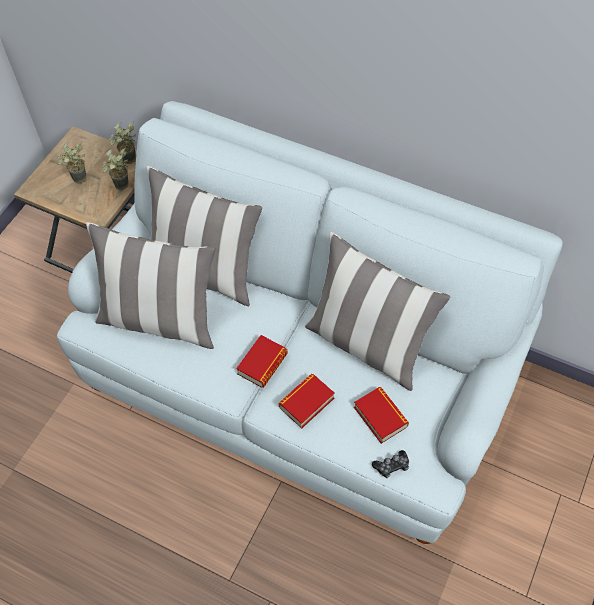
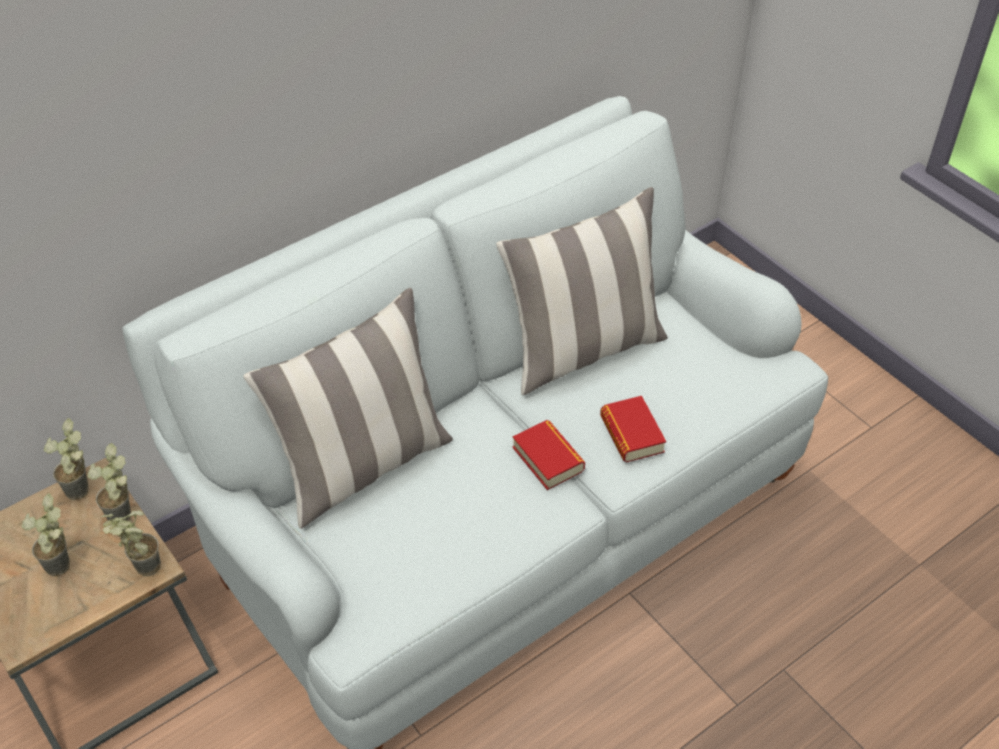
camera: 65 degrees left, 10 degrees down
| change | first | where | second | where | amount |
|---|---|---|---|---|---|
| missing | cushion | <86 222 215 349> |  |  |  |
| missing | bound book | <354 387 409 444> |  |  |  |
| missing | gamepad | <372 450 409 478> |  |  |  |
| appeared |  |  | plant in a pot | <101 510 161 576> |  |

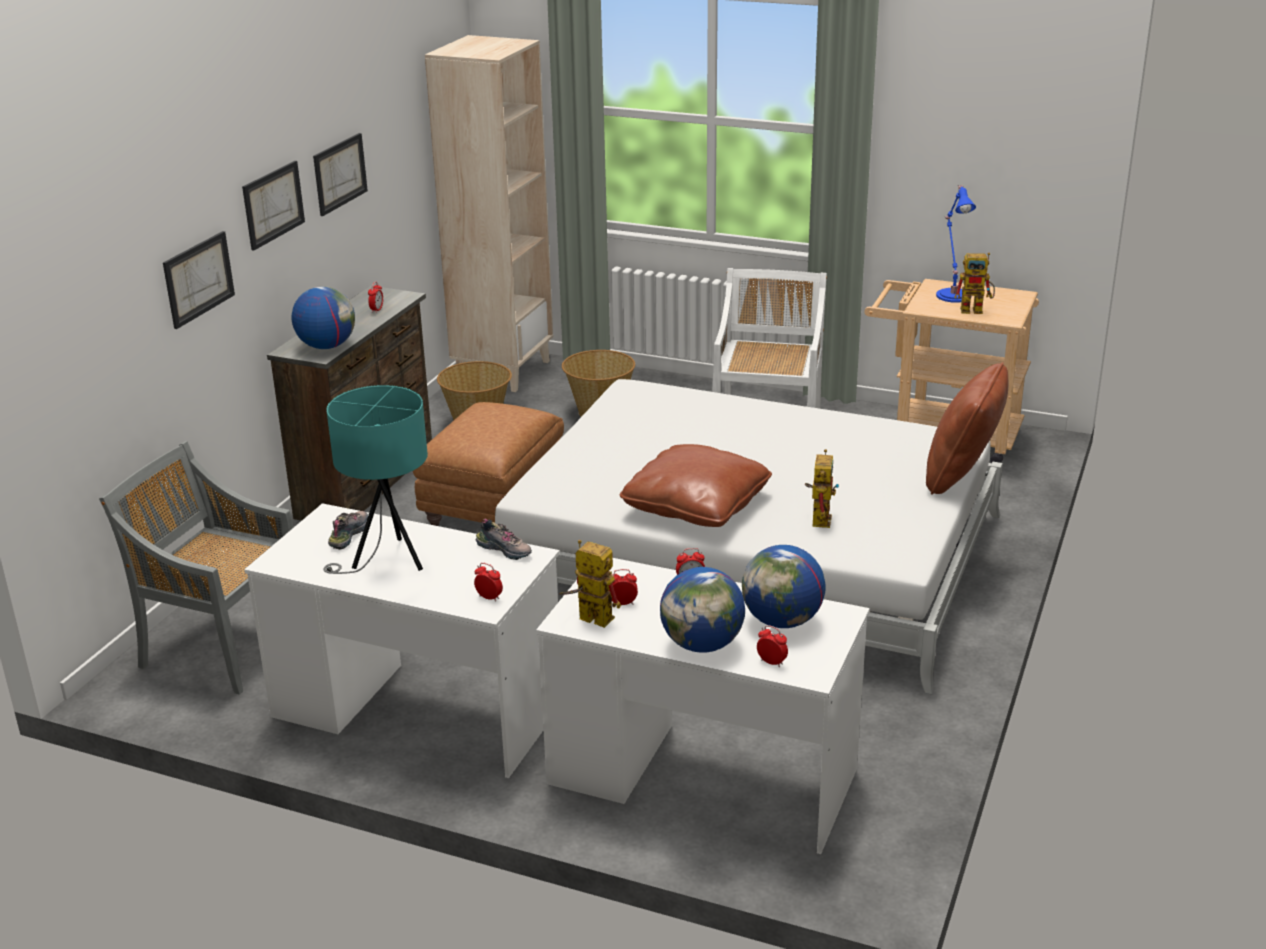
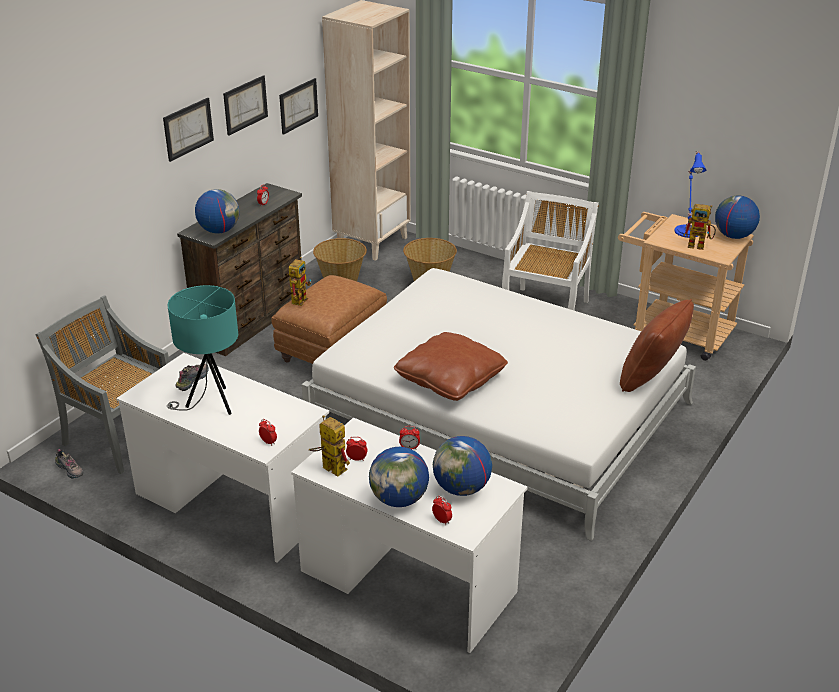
camera: 10 degrees right, 5 degrees up
| change | first | where | second | where | amount |
|---|---|---|---|---|---|
| appeared |  |  | globe | <715 196 760 239> |  |
| relocated | picture | <163 231 235 329> |  | <279 78 318 135> |  |
| relocated | shoe | <475 519 532 560> |  | <55 449 83 479> |  |
| relocated | robot figure | <805 449 839 528> |  | <289 257 311 306> |  |

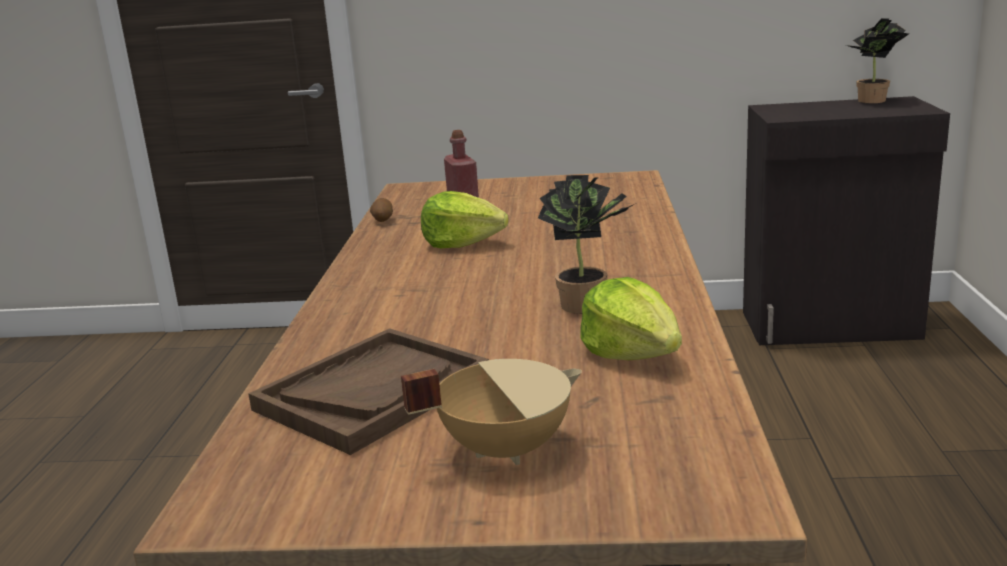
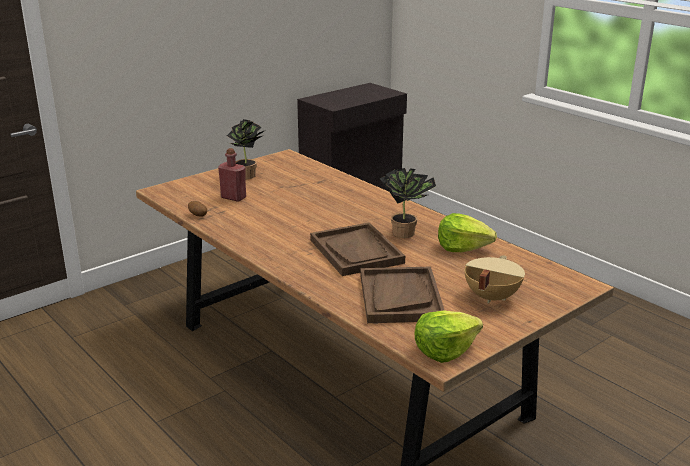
camera: 45 degrees left, 5 degrees up
| change | first | where | second | where | amount |
|---|---|---|---|---|---|
| appeared |  |  | brown-coloured carrying tray | <310 223 405 276> |  |
| relocated | lettuce head | <421 191 509 248> |  | <415 311 483 363> |  |
| relocated | plant in a pot | <846 18 909 103> |  | <227 119 264 179> |  |

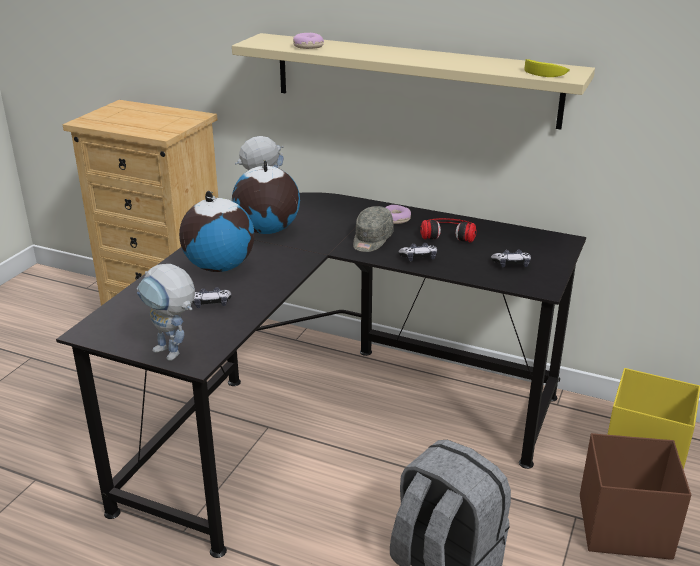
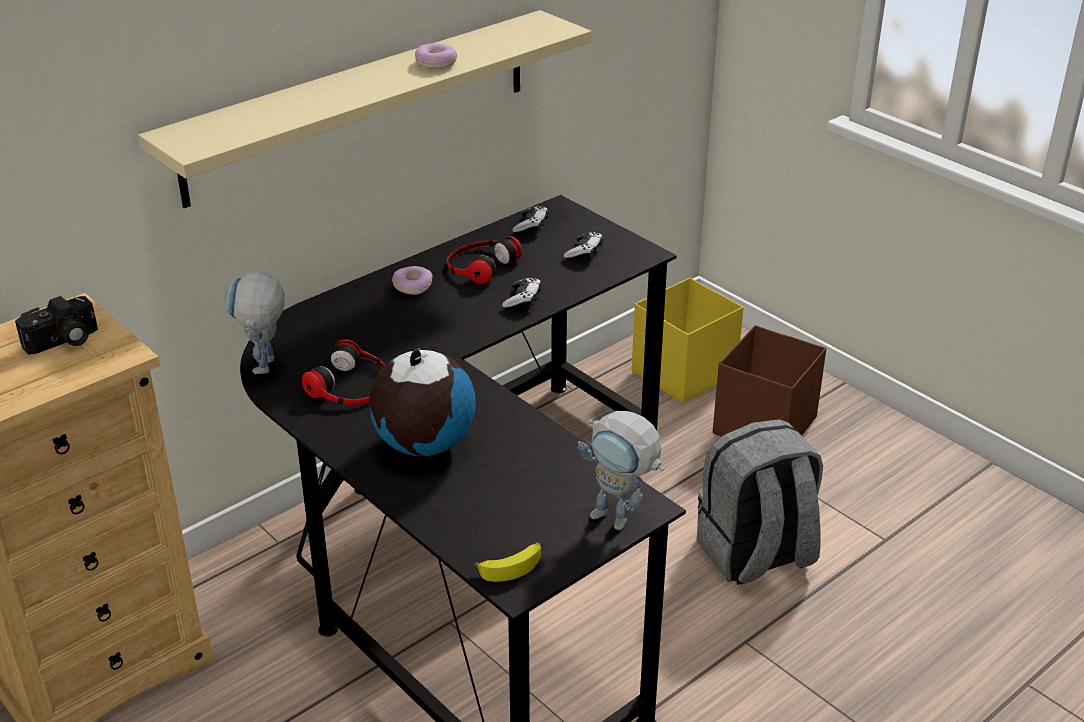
camera: 65 degrees left, 5 degrees up
| change | first | where | second | where | amount |
|---|---|---|---|---|---|
| missing | greyish peaked cap | <353 206 394 252> |  |  |  |
| appeared |  |  | still camera | <15 296 98 355> |  |
| relocated | gamepad | <193 287 232 308> |  | <512 206 548 235> |  |
| relocated | donut | <293 33 324 49> |  | <415 43 458 69> |  |
| relocated | banana fruit | <525 59 570 77> |  | <474 543 541 582> |  |
| exchanged | globe | <232 160 300 234> | pair of headphones | <302 339 385 405> |  |
| spun | robot figure | <136 264 195 361> |  | <577 411 664 530> | 60 degrees clockwise |

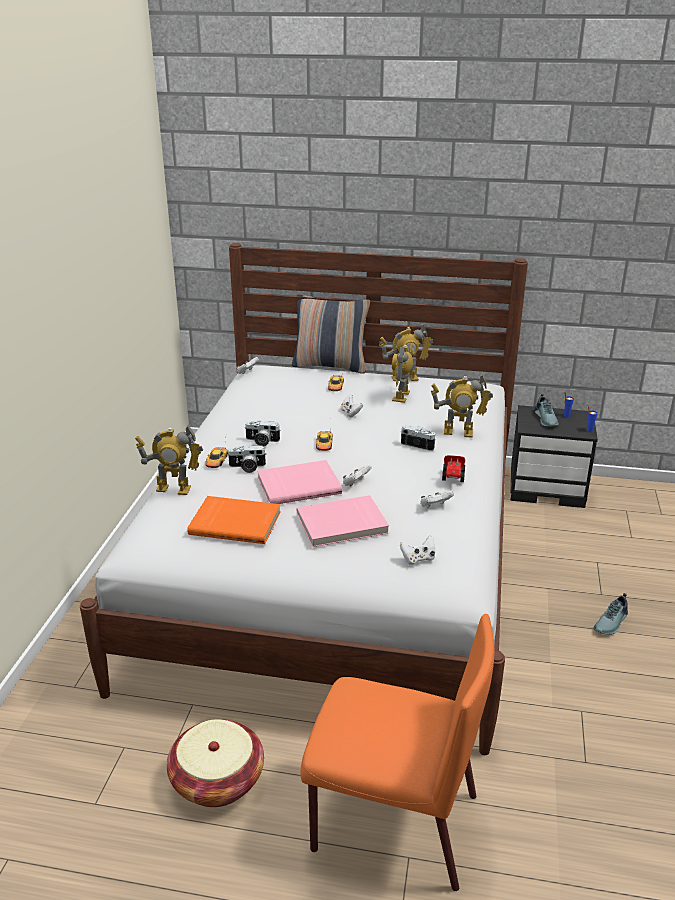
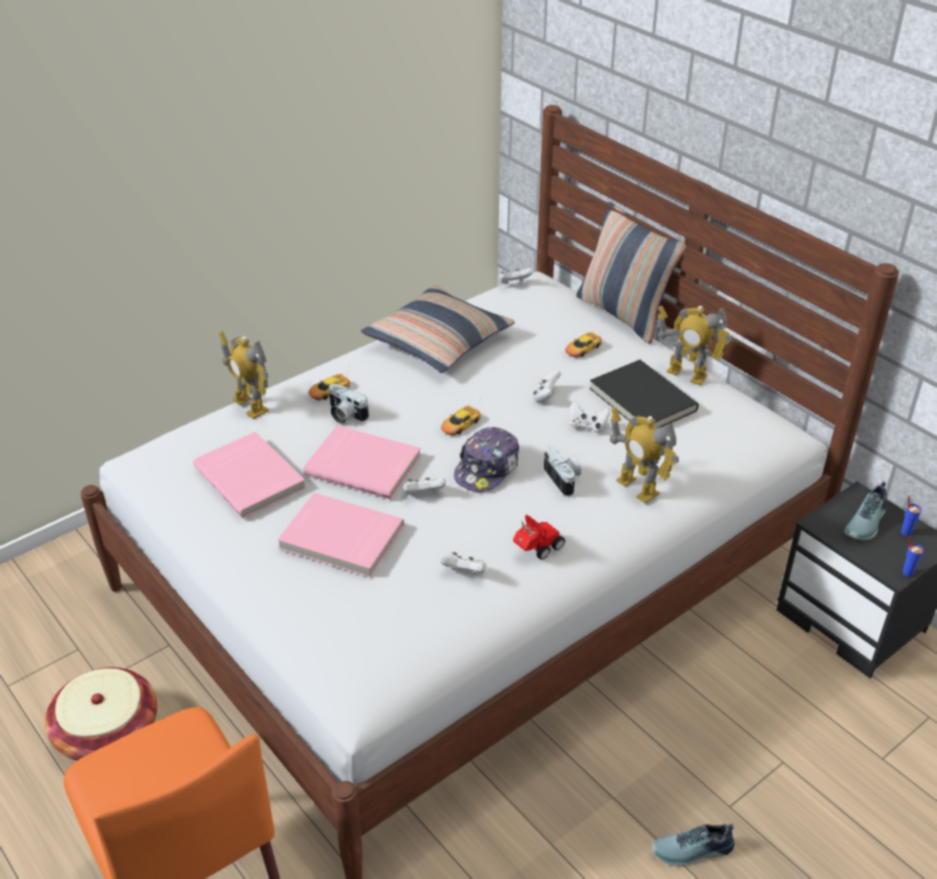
camera: 40 degrees right, 10 degrees up
| change | first | where | second | where | amount |
|---|---|---|---|---|---|
| missing | still camera | <244 421 281 447> |  |  |  |
| appeared |  |  | cushion | <361 285 515 373> |  |
| appeared |  |  | peaked cap | <454 427 519 492> |  |
| relocated | whitish gamepad | <400 535 435 565> |  | <570 401 610 433> |  |
| exchanged | robot figure | <392 343 413 403> | black-coloured bound book | <589 360 699 428> |  |
| colour | orangey bound book | <187 496 281 544> | pink bound book | <193 432 306 518> |  |

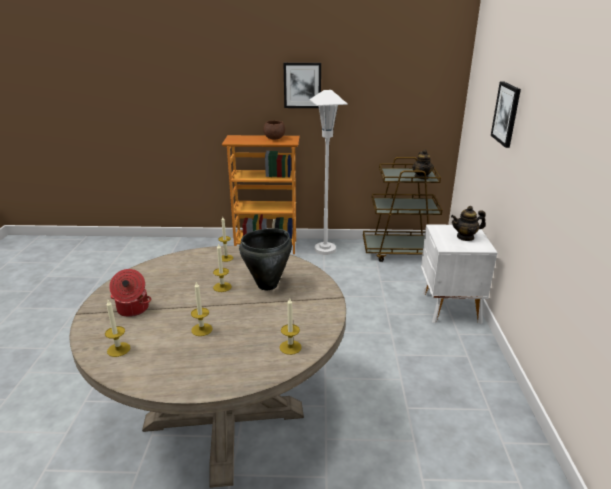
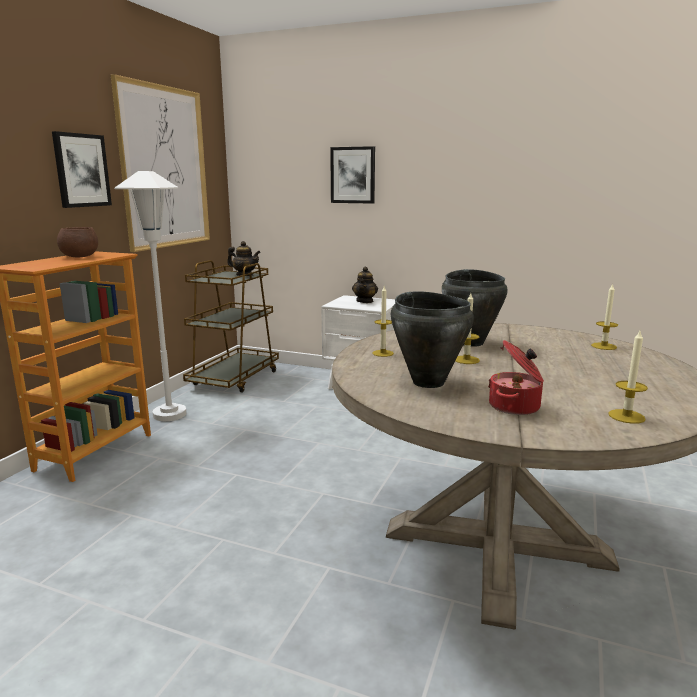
camera: 70 degrees left, 10 degrees down
| change | first | where | second | where | amount |
|---|---|---|---|---|---|
| missing | wax candle | <191 282 213 336> |  |  |  |
| appeared |  |  | picture | <111 74 210 252> |  |
| appeared |  |  | black-coloured stockpot | <391 291 474 388> |  |

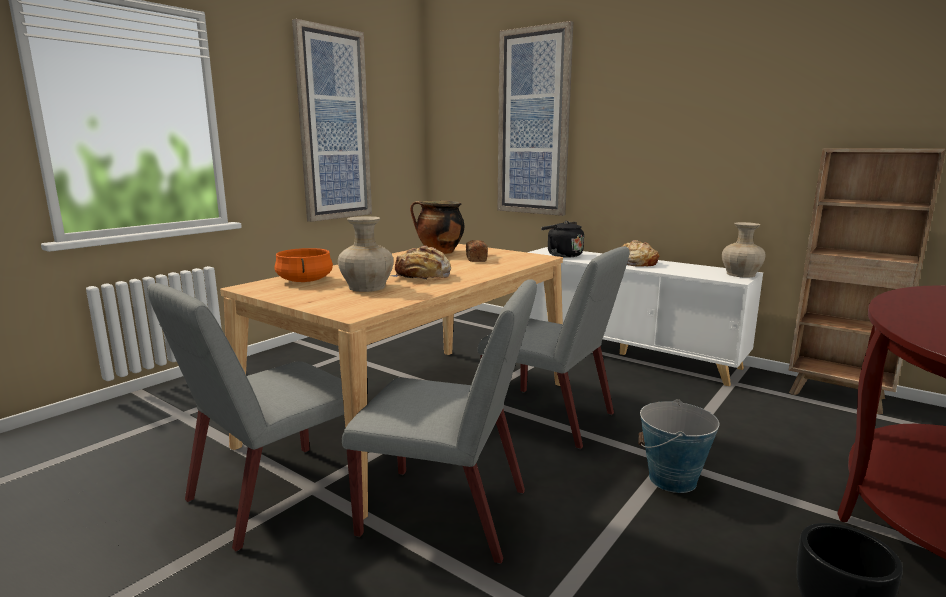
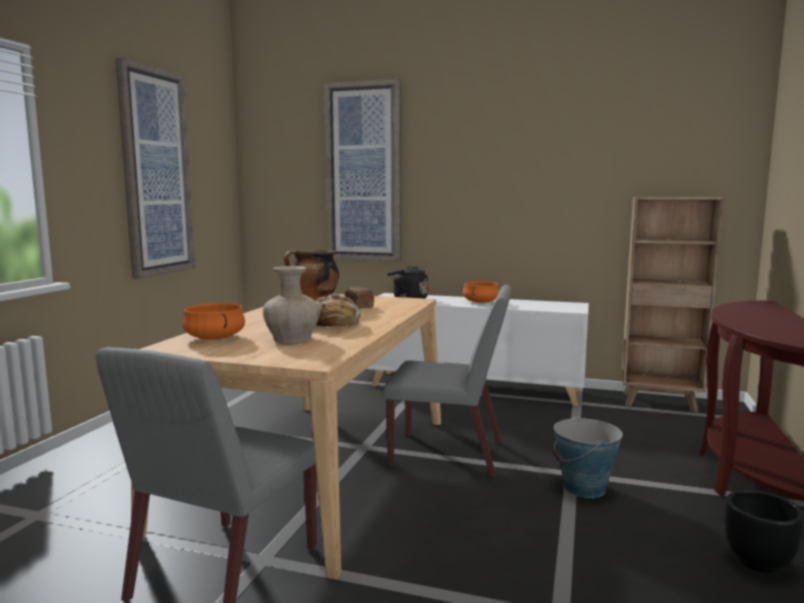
camera: 20 degrees left, 5 degrees down
| change | first | where | second | where | amount |
|---|---|---|---|---|---|
| missing | greyish chair | <342 279 537 564> |  |  |  |
| missing | sand-coloured decorative vase | <722 222 766 278> |  |  |  |
| exchanged | baked bread | <622 240 660 267> | orangey stockpot | <463 281 499 303> |  |

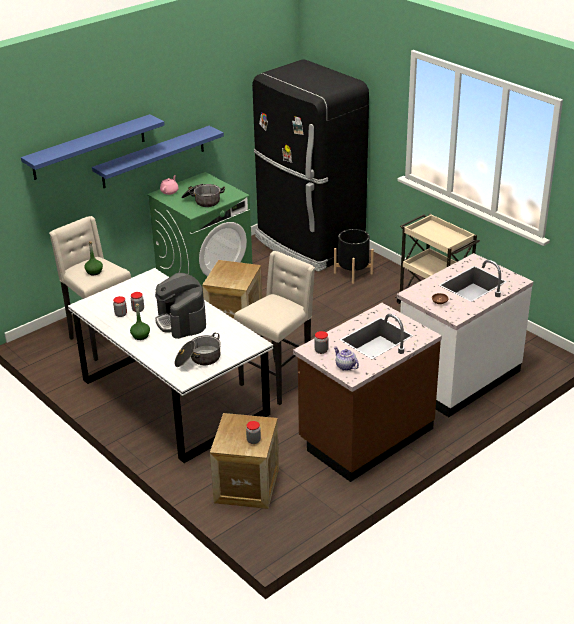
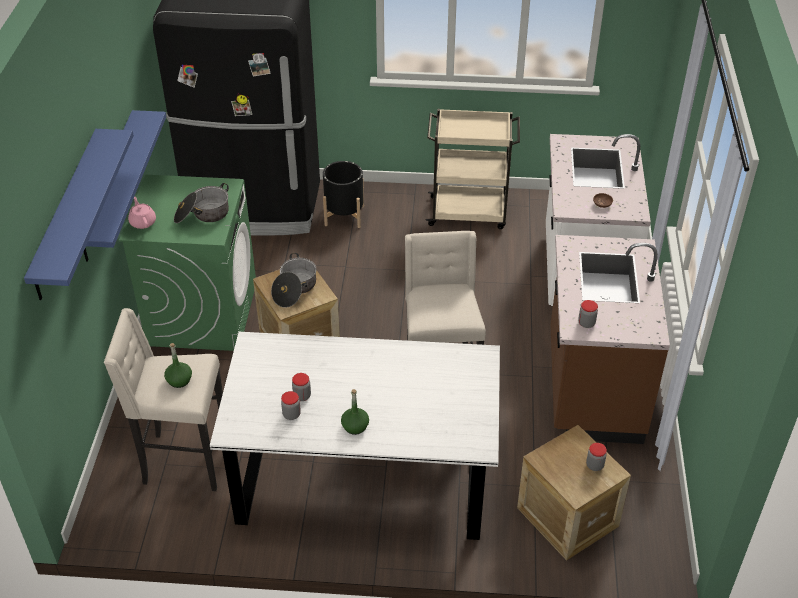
camera: 45 degrees left, 10 degrees up
| change | first | where | second | where | amount |
|---|---|---|---|---|---|
| missing | coffee maker | <155 273 206 339> |  |  |  |
| missing | pot for tea | <334 347 359 371> |  |  |  |
| relocated | stockpot | <174 333 221 367> |  | <271 253 317 308> |  |

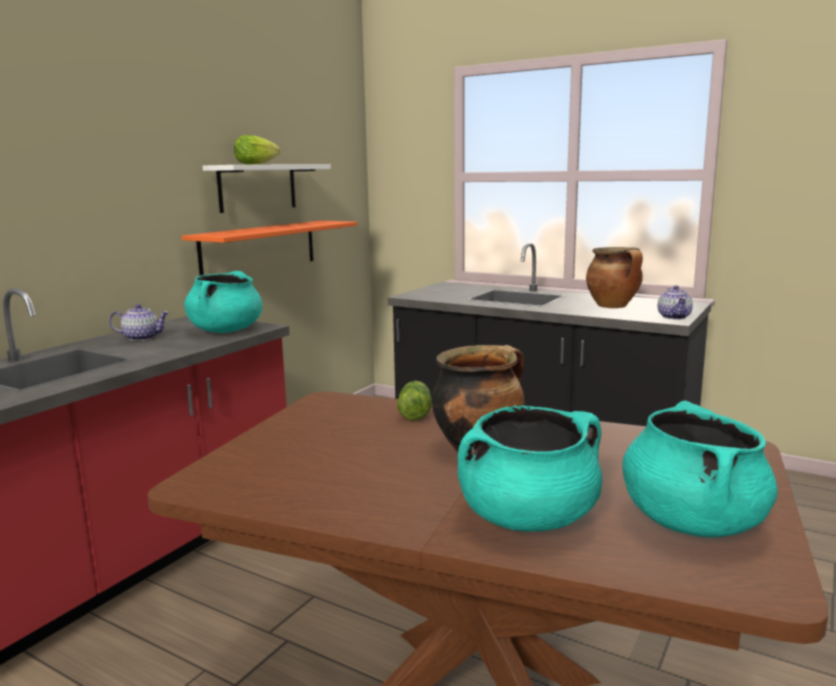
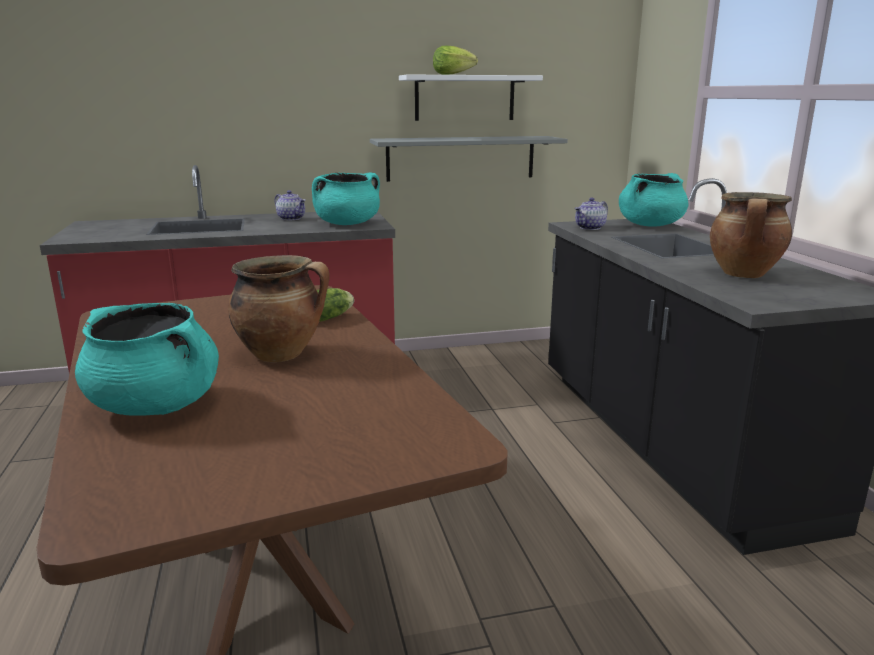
camera: 45 degrees right, 5 degrees up
| change | first | where | second | where | amount |
|---|---|---|---|---|---|
| relocated | turquoise stockpot | <622 401 778 537> |  | <619 173 689 227> |  |
| relocated | pot for tea | <658 285 693 319> |  | <574 198 608 230> |  |
| colour | orangey bracket shelf | <182 221 357 275> | greyish bracket shelf | <370 136 568 182> |  |

